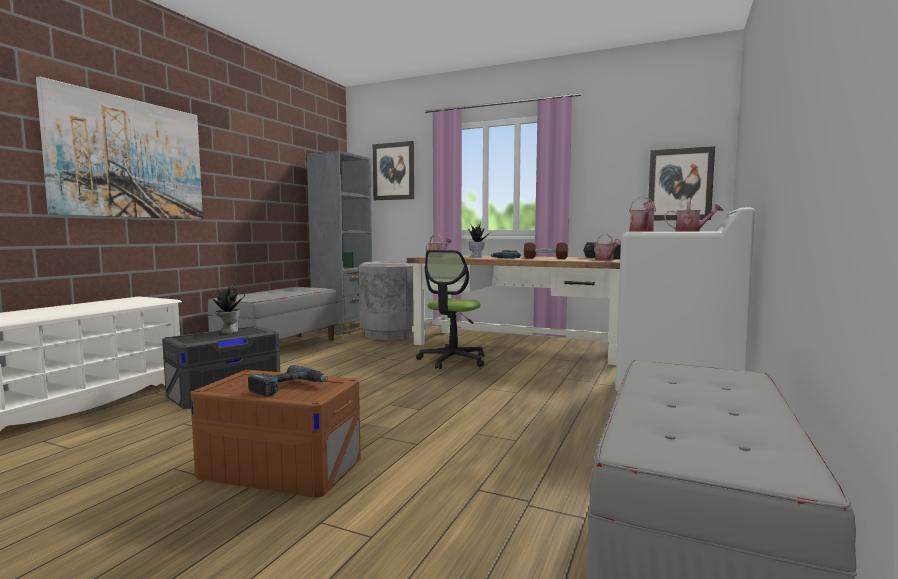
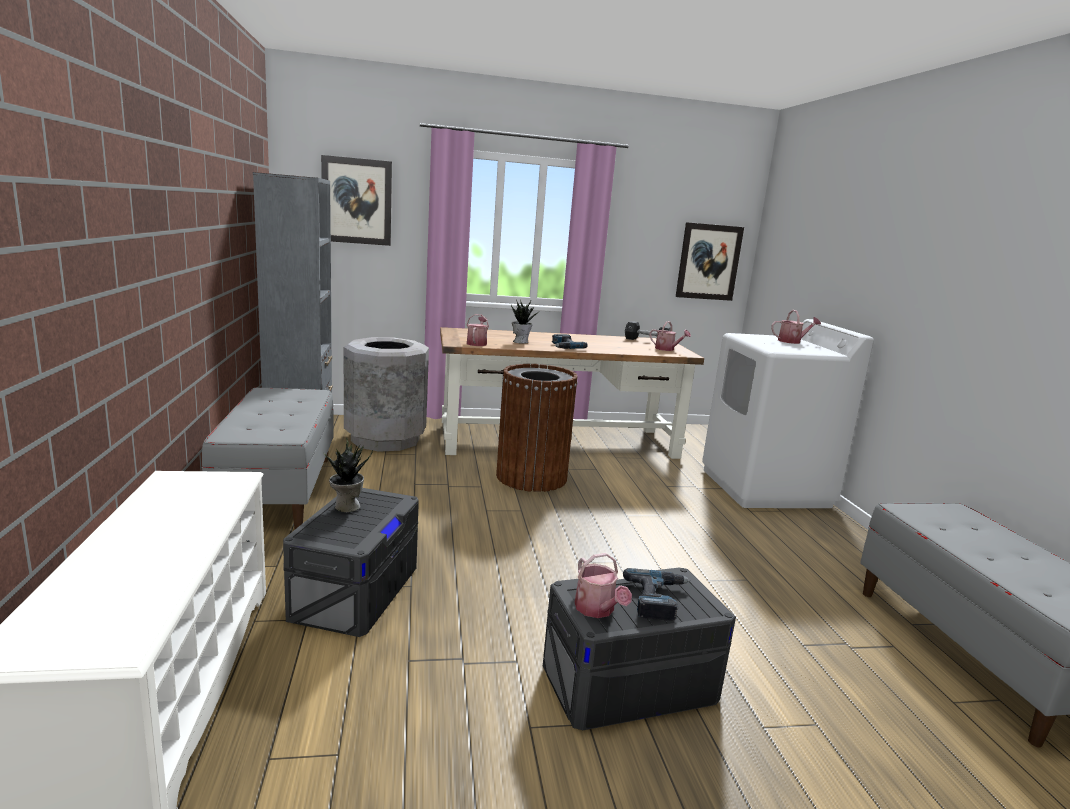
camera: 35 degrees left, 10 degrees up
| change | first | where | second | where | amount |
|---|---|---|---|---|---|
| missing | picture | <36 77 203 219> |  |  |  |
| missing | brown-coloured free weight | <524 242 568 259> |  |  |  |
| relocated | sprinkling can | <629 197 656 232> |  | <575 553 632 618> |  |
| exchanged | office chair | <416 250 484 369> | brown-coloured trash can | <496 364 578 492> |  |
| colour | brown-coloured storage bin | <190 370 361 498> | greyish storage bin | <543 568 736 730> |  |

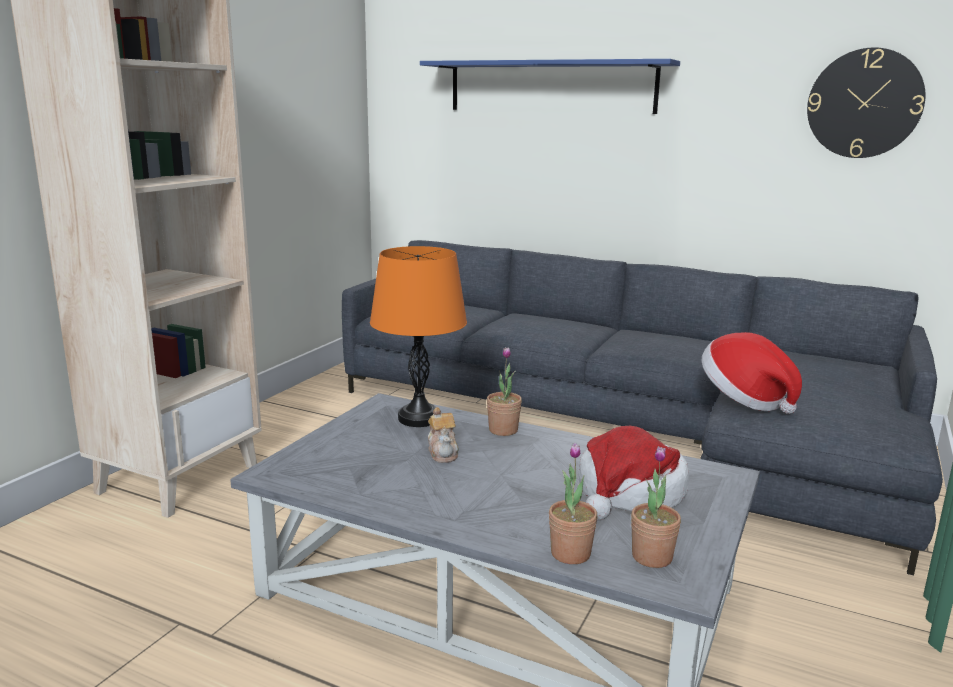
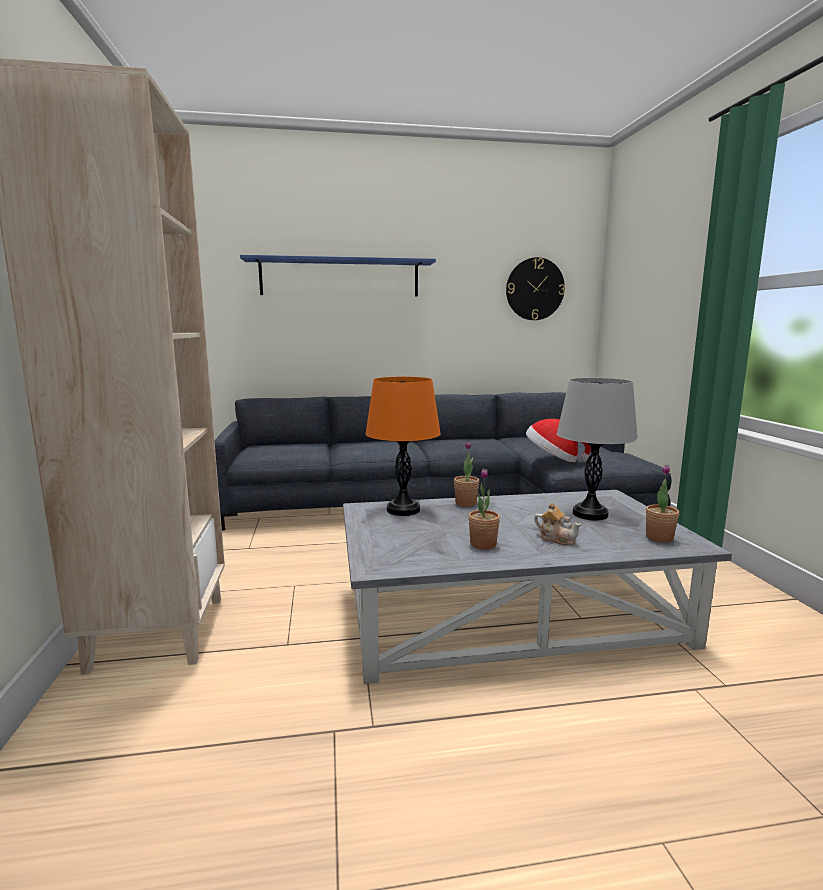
camera: 35 degrees left, 5 degrees down
| change | first | where | second | where | amount |
|---|---|---|---|---|---|
| relocated | pot for tea | <428 407 459 463> |  | <534 502 581 545> |  |
| relocated | plant in a pot | <549 442 598 564> |  | <468 468 500 549> |  |
| exchanged | clothing hat | <579 426 689 521> | greyish table lamp | <557 378 638 520> |  |

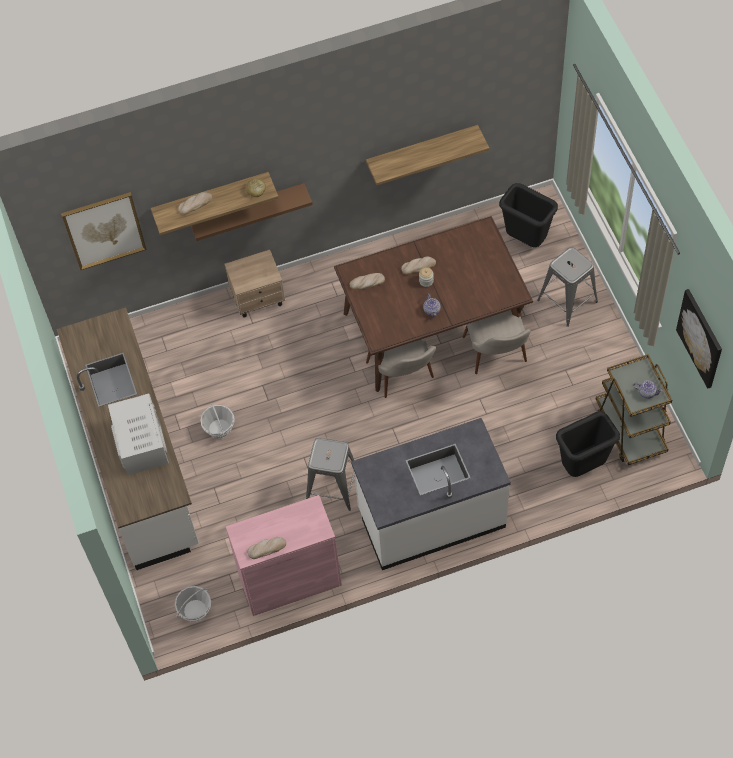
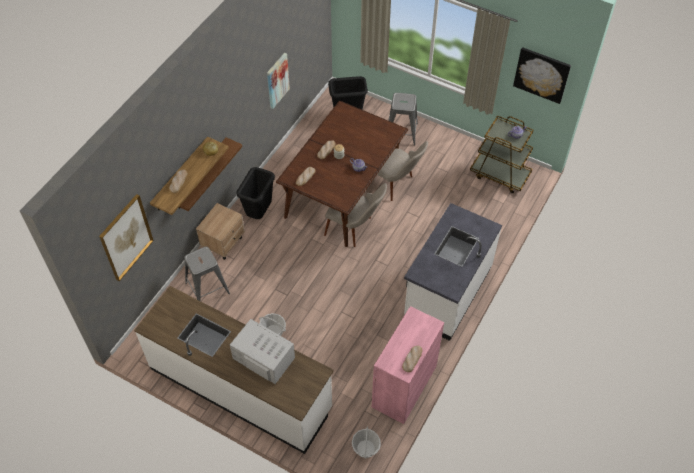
camera: 45 degrees left, 5 degrees down
| change | first | where | second | where | amount |
|---|---|---|---|---|---|
| relocated | greyish stool seat | <306 438 354 511> |  | <184 246 230 301> |  |
| relocated | black-coloured trash can | <556 411 620 477> |  | <236 167 275 219> |  |
| exchanged | bracket shelf | <366 125 489 185> | picture | <267 53 290 109> |  |

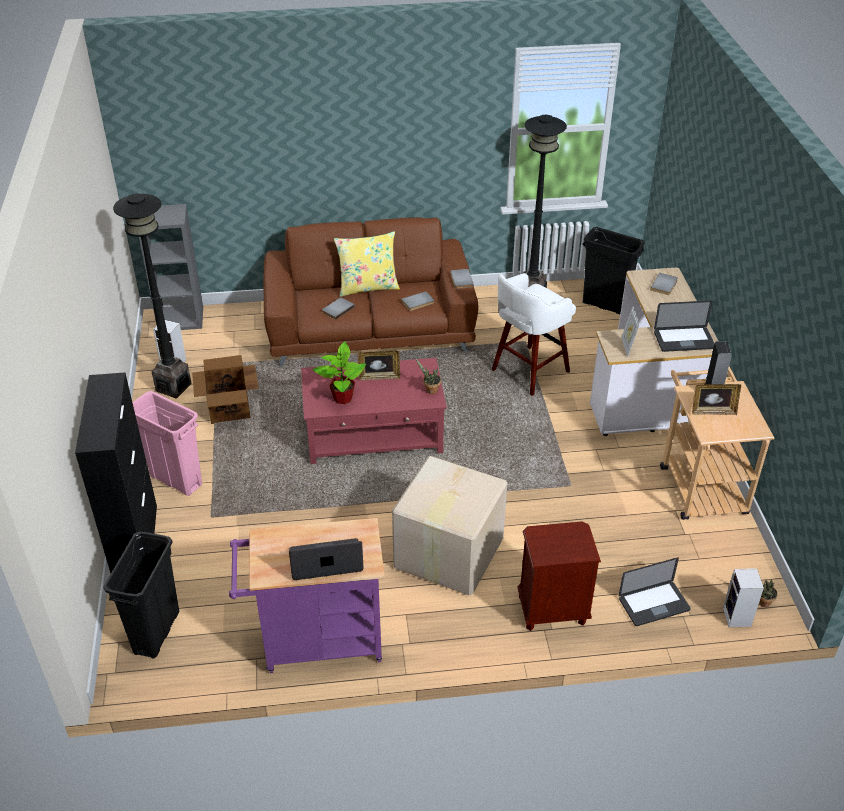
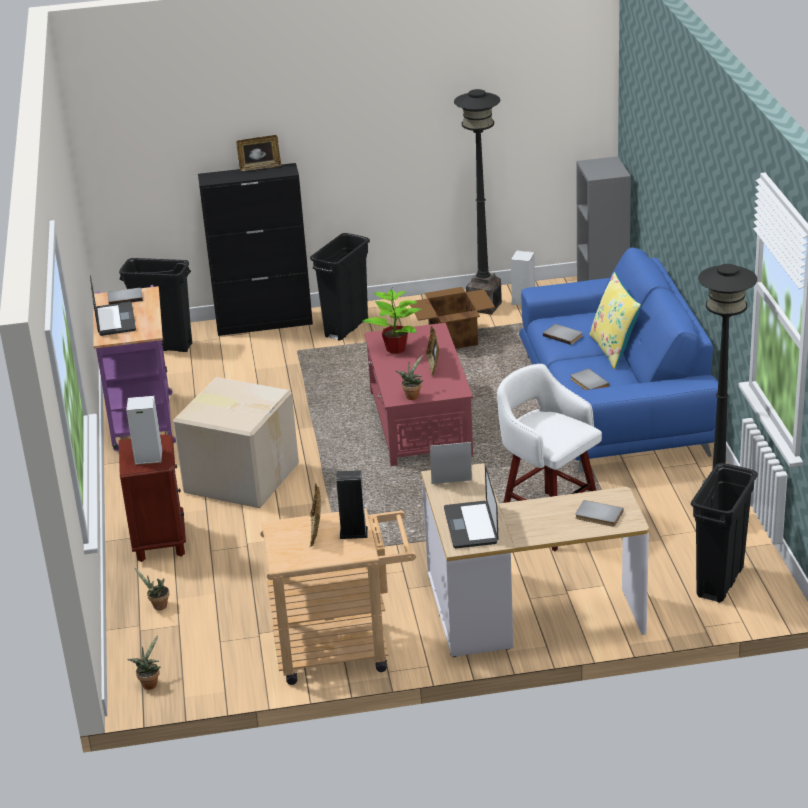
camera: 90 degrees right, 10 degrees down
| change | first | where | second | where | amount |
|---|---|---|---|---|---|
| appeared |  |  | picture frame | <237 135 281 171> |  |
| relocated | greyish bound book | <450 269 474 289> |  | <108 288 143 304> |  |
| relocated | loudspeaker | <723 568 764 627> |  | <126 396 162 465> |  |
| exchanged | portable computer | <619 557 691 626> | plant in a pot | <135 568 169 610> |  |
| colour | pink trash can | <132 391 202 496> | black-coloured trash can | <310 233 370 341> |  |
| colour | brown-coloured settee | <263 217 478 367> | bluish settee | <519 247 718 473> |  |

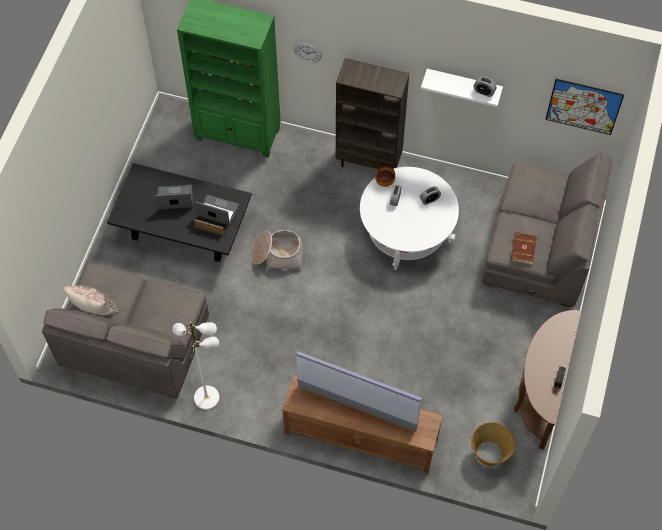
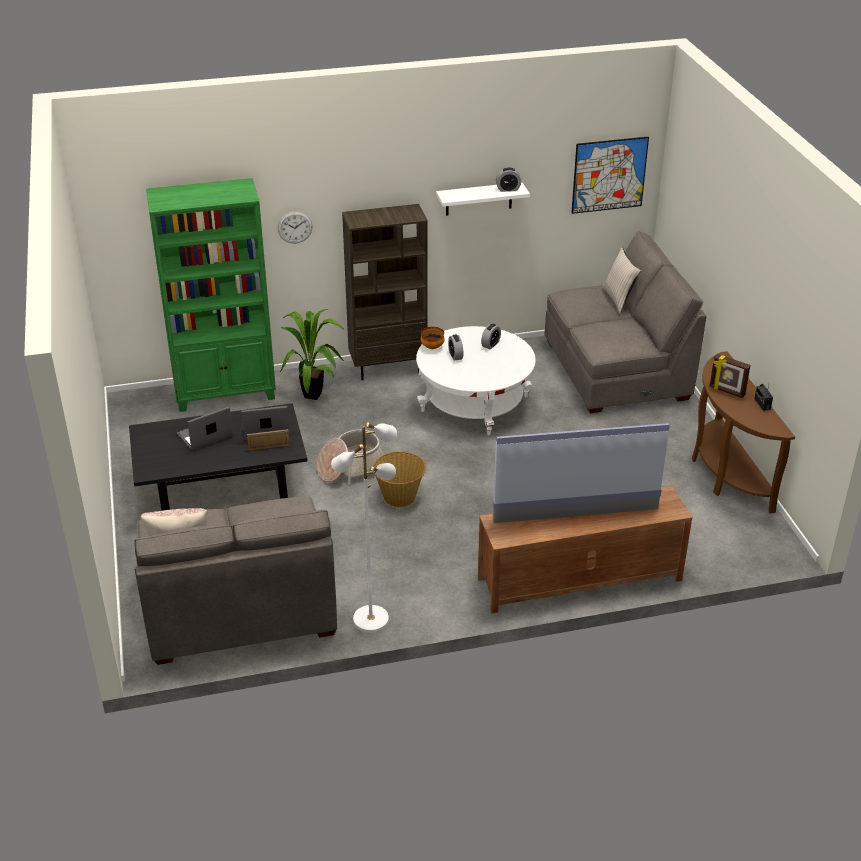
camera: 30 degrees left, 25 degrees down
| change | first | where | second | where | amount |
|---|---|---|---|---|---|
| missing | brown-coloured bound book | <511 232 537 264> |  |  |  |
| appeared |  |  | plant in a pot | <280 309 345 400> |  |
| appeared |  |  | sand-coloured cushion | <602 247 641 313> |  |
| appeared |  |  | picture frame | <710 354 751 398> |  |
| relocated | household basket | <471 422 515 466> |  | <373 451 426 507> |  |

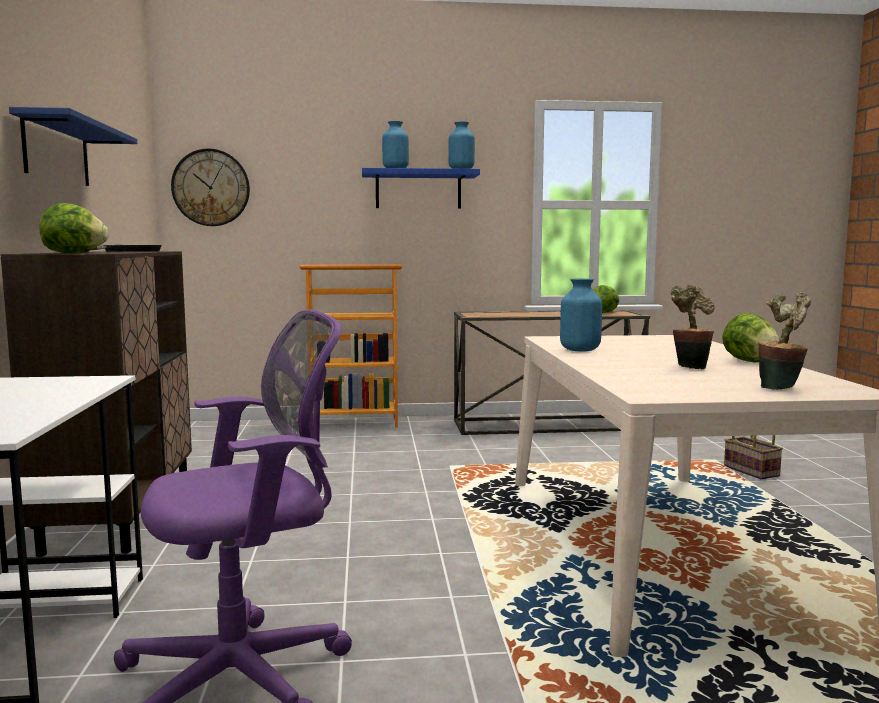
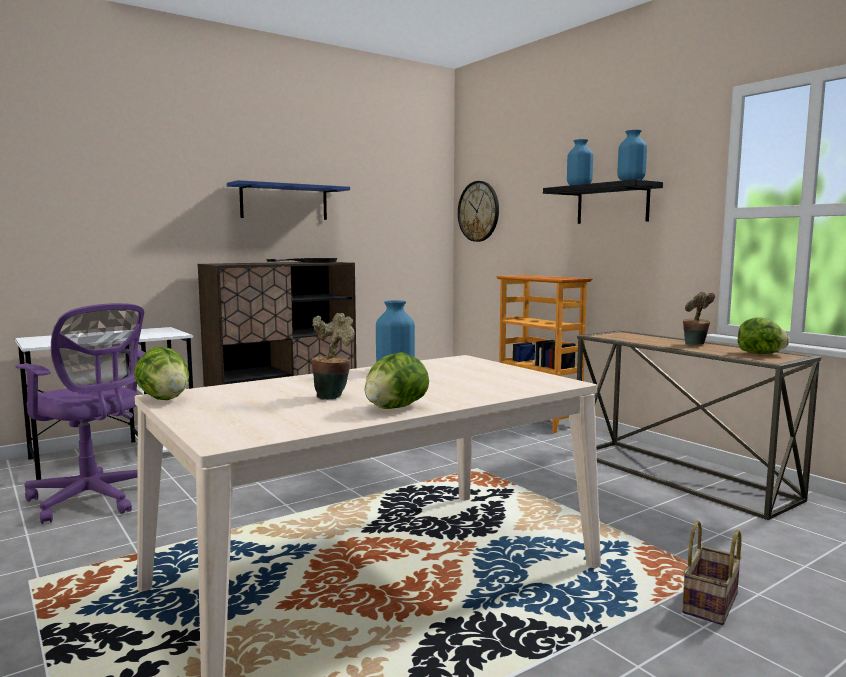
camera: 60 degrees right, 0 degrees up
| change | first | where | second | where | amount |
|---|---|---|---|---|---|
| relocated | lettuce head | <40 203 108 253> |  | <134 346 189 400> |  |
| relocated | plant in a pot | <758 292 811 390> |  | <683 292 715 345> |  |
| colour | bluish bracket shelf | <362 168 480 209> | black-coloured bracket shelf | <543 179 663 224> |  |

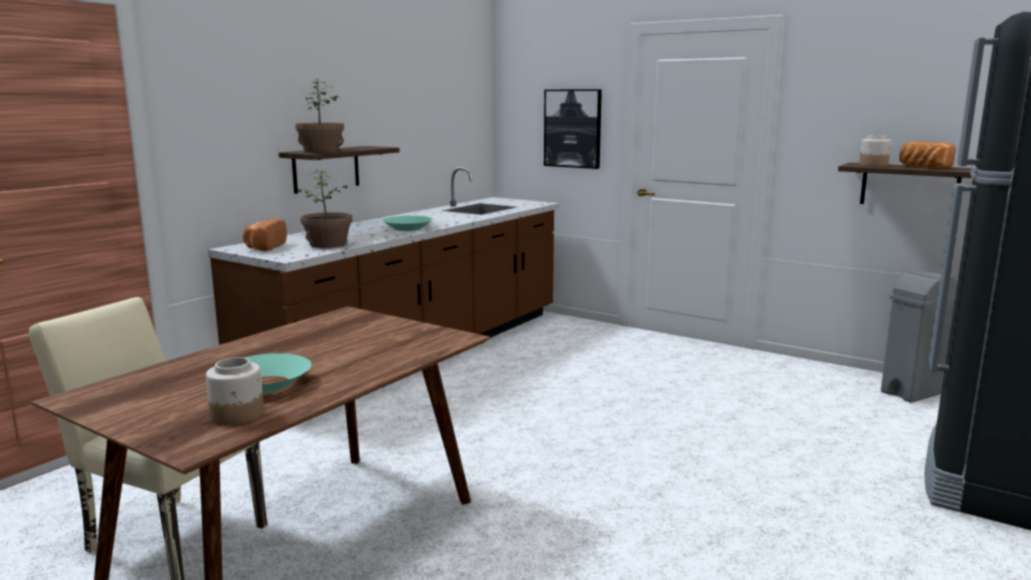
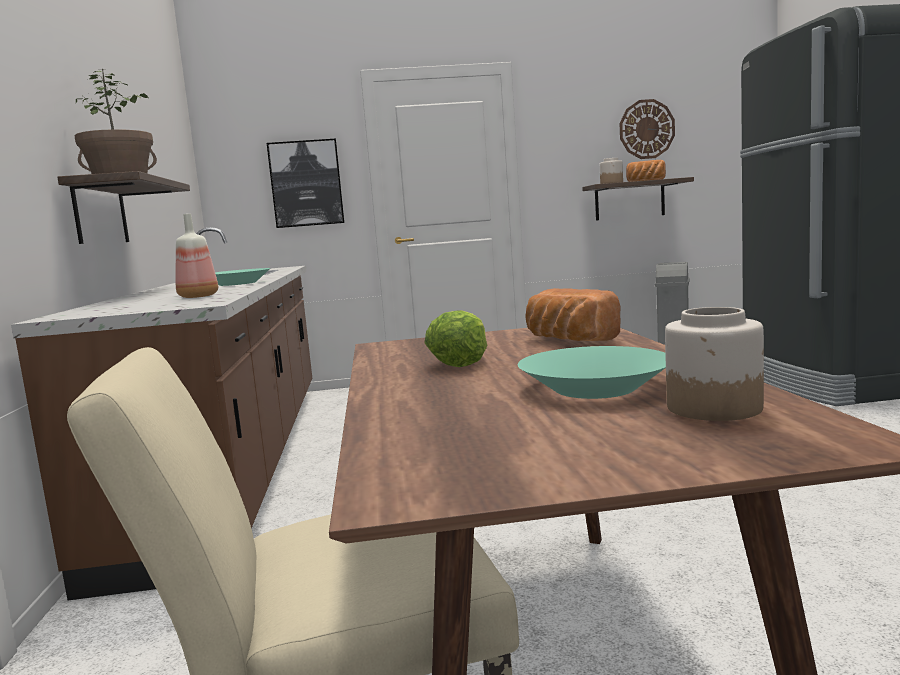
camera: 40 degrees left, 5 degrees down
| change | first | where | second | where | amount |
|---|---|---|---|---|---|
| appeared |  |  | lettuce head | <424 310 488 367> |  |
| appeared |  |  | clock on the wall | <619 99 675 159> |  |
| relocated | baked bread | <243 219 287 251> |  | <525 288 621 341> |  |
| exchanged | plant in a pot | <298 169 352 248> | drink bottle | <175 214 218 298> |  |

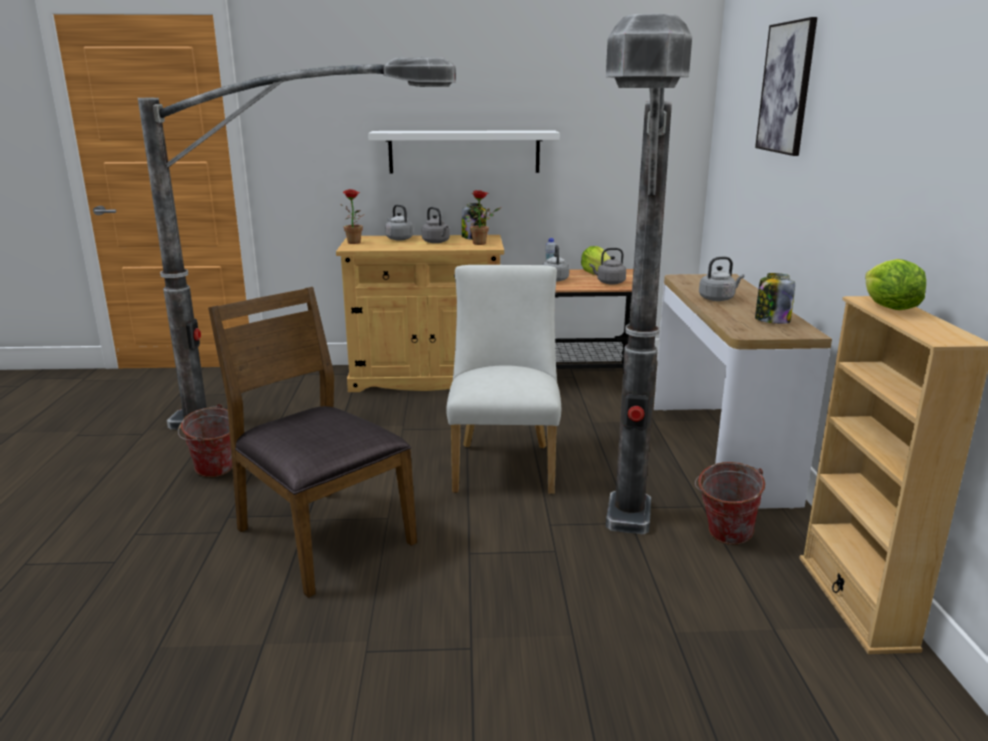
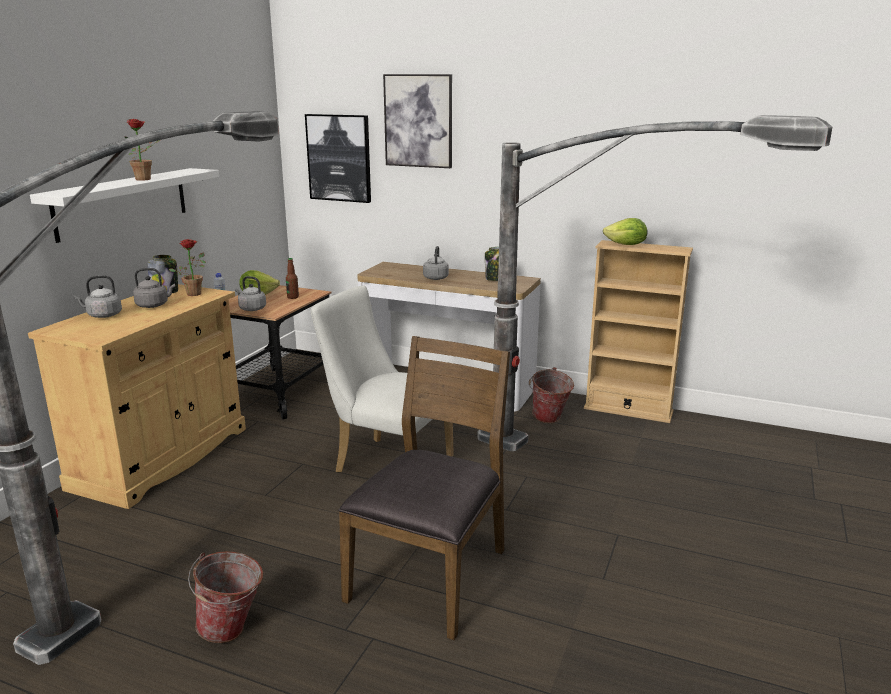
camera: 65 degrees left, 0 degrees up
| change | first | where | second | where | amount |
|---|---|---|---|---|---|
| appeared |  |  | picture | <305 114 371 203> |  |
| relocated | plant in a pot | <342 189 364 244> |  | <124 119 160 181> |  |
| exchanged | greyish tea kettle | <590 248 626 285> | drink bottle | <286 258 299 299> |  |
| spun | brown-coloured chair | <208 287 417 598> |  | <338 336 510 640> | 135 degrees clockwise |

